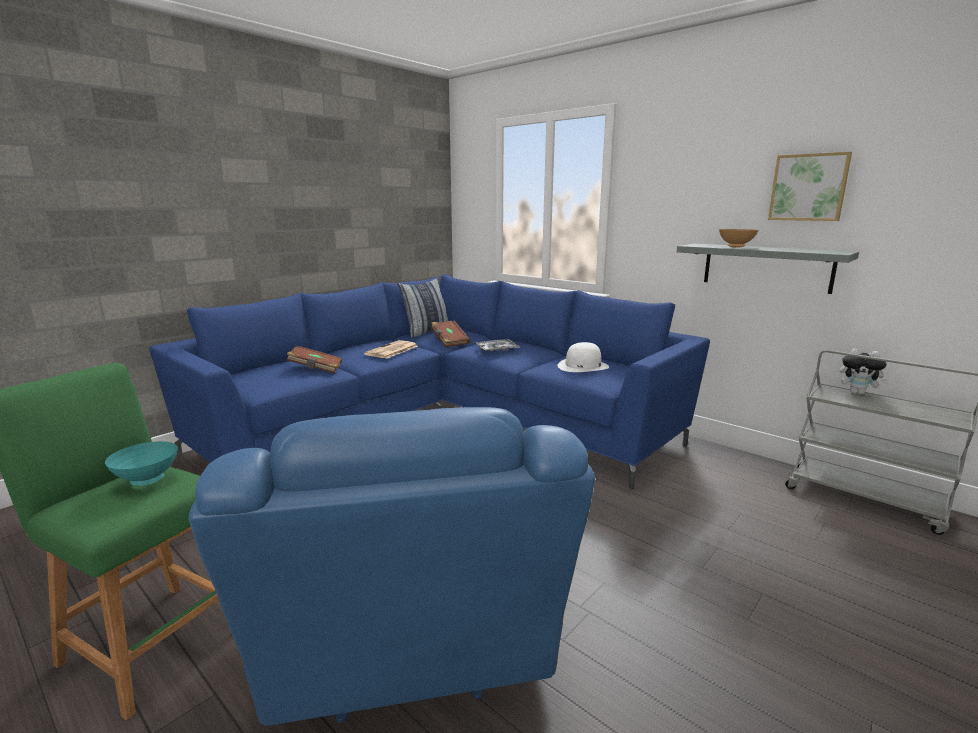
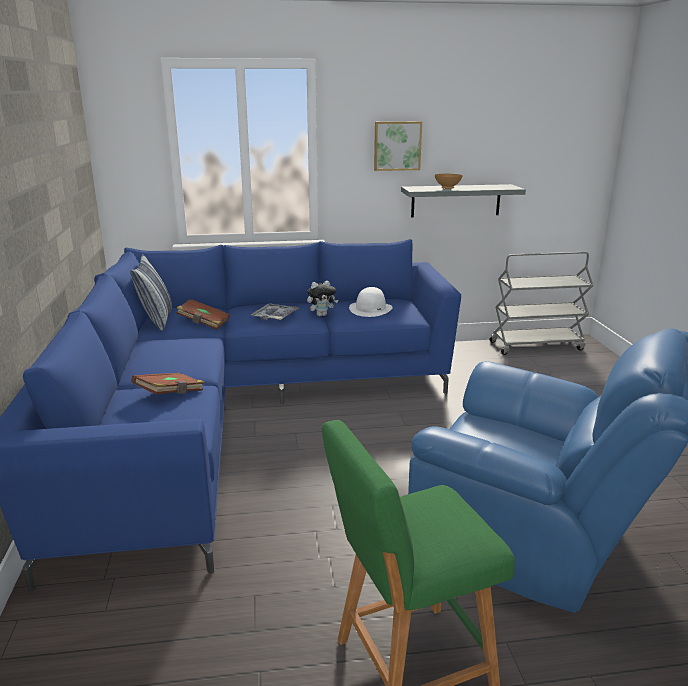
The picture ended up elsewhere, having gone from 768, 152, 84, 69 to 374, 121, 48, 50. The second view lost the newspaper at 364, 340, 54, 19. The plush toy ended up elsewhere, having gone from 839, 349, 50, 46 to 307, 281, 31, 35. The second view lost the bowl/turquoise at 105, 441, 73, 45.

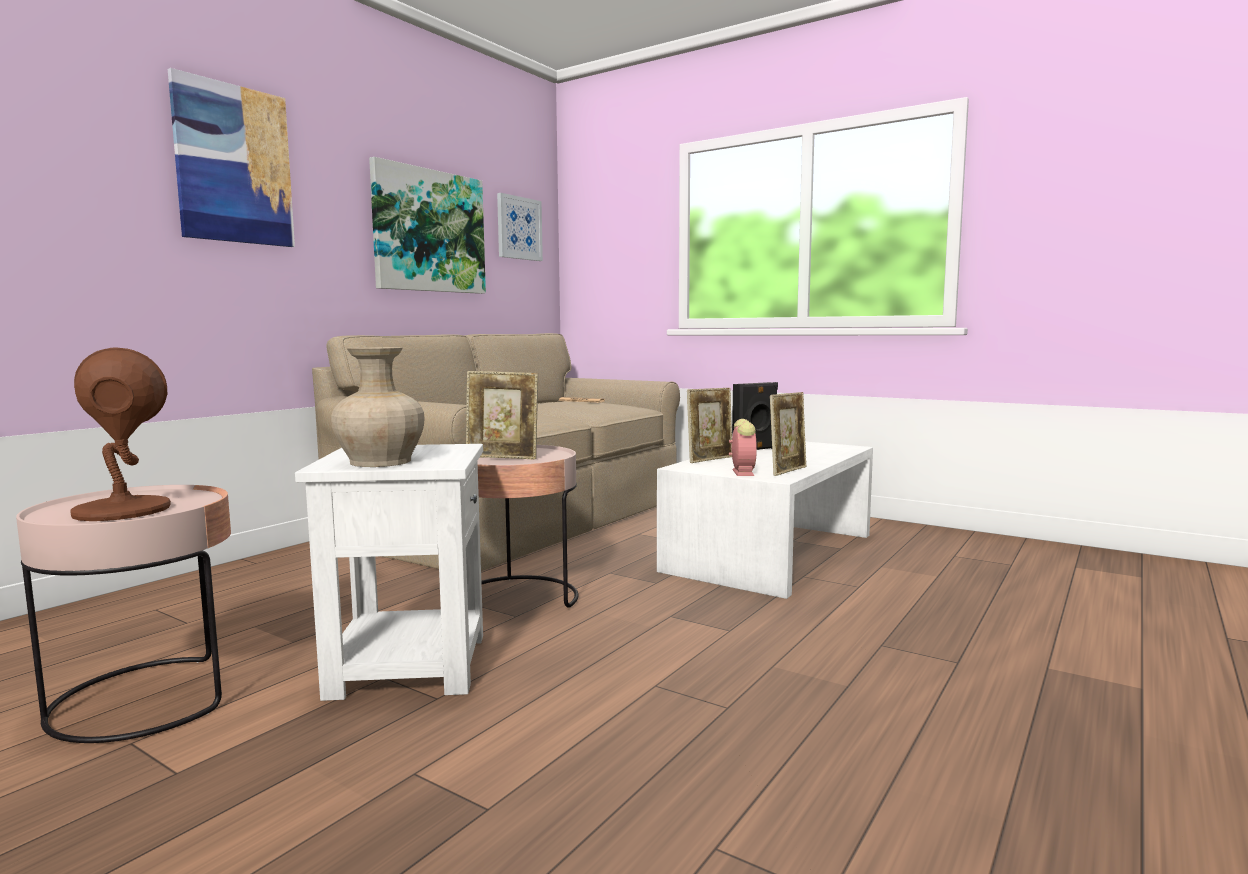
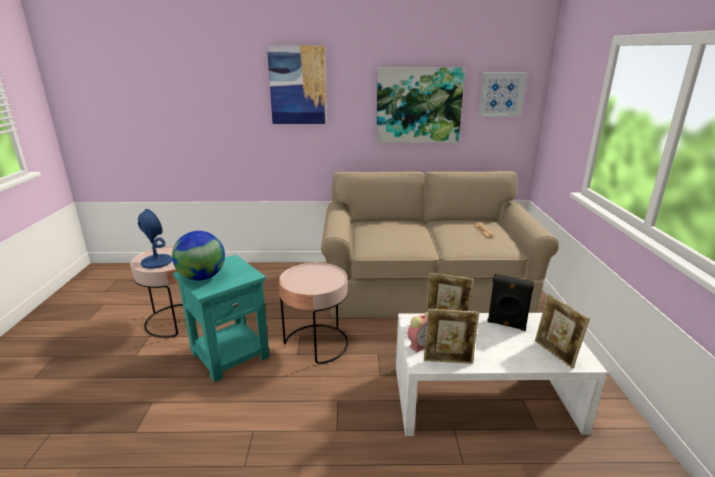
Where the vase/beige stood at 331, 347, 94, 120, the globe came to stand at 172, 231, 53, 50. What was the table lamp/brown at 70, 348, 101, 173 turned into the table lamp/blue at 138, 209, 34, 60. The picture frame ended up elsewhere, having gone from 466, 371, 72, 89 to 535, 294, 55, 75. What was the side table/white at 295, 444, 188, 257 turned into the side table/turquoise at 173, 255, 96, 127.

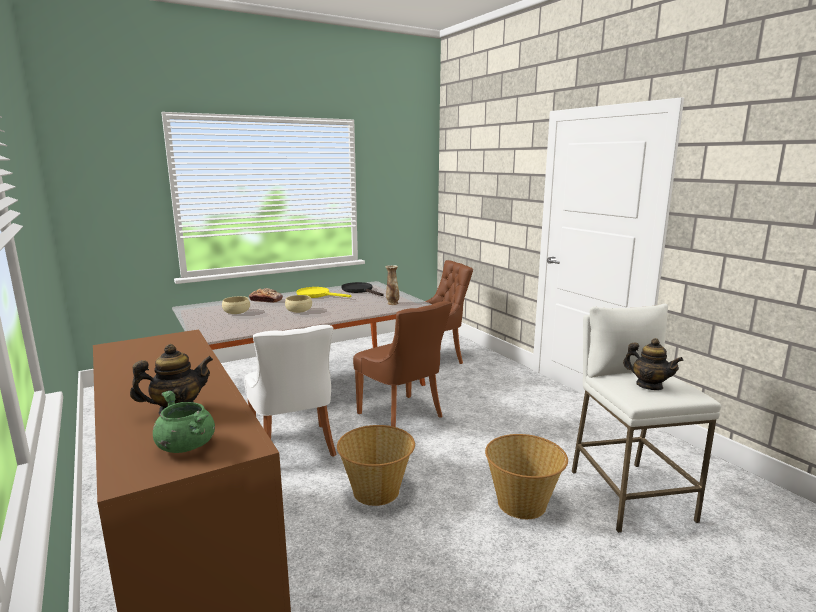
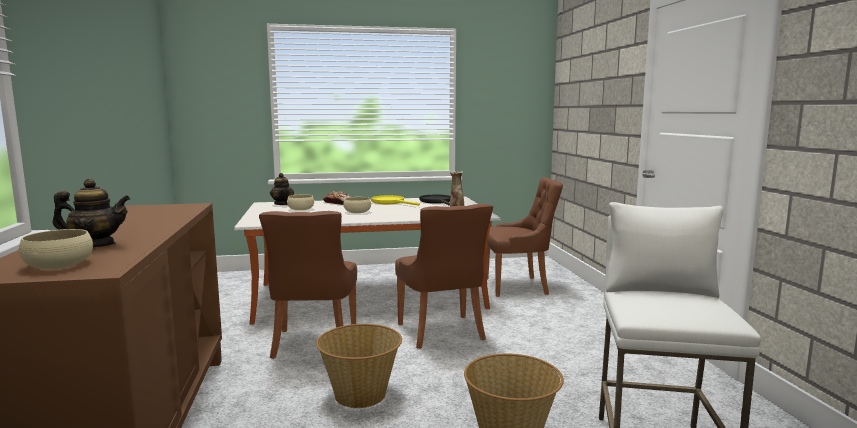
What was the chair/white at 244, 325, 92, 132 turned into the chair/brown at 259, 211, 98, 148. The teapot ended up elsewhere, having gone from 623, 338, 60, 52 to 270, 173, 24, 32. Where the cooking pot/green stood at 153, 391, 62, 62, the bowl/beige came to stand at 19, 229, 74, 40.

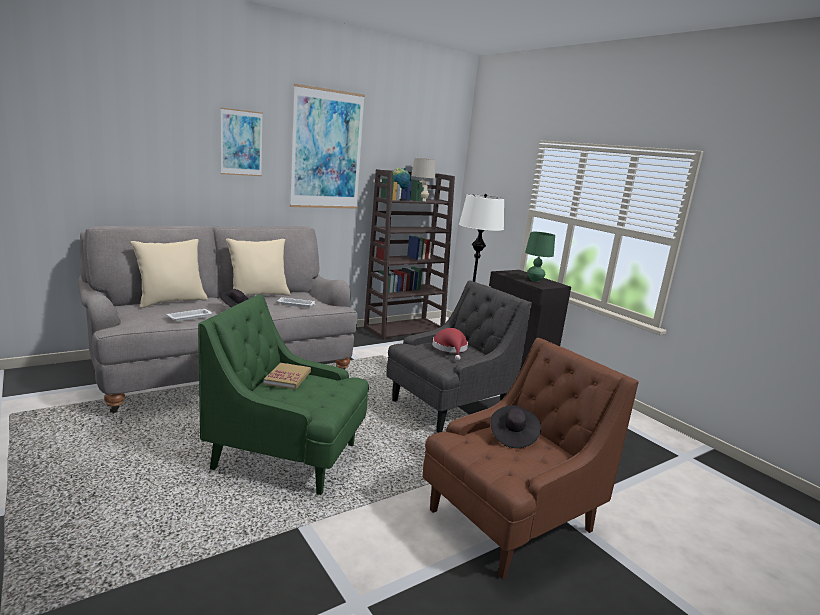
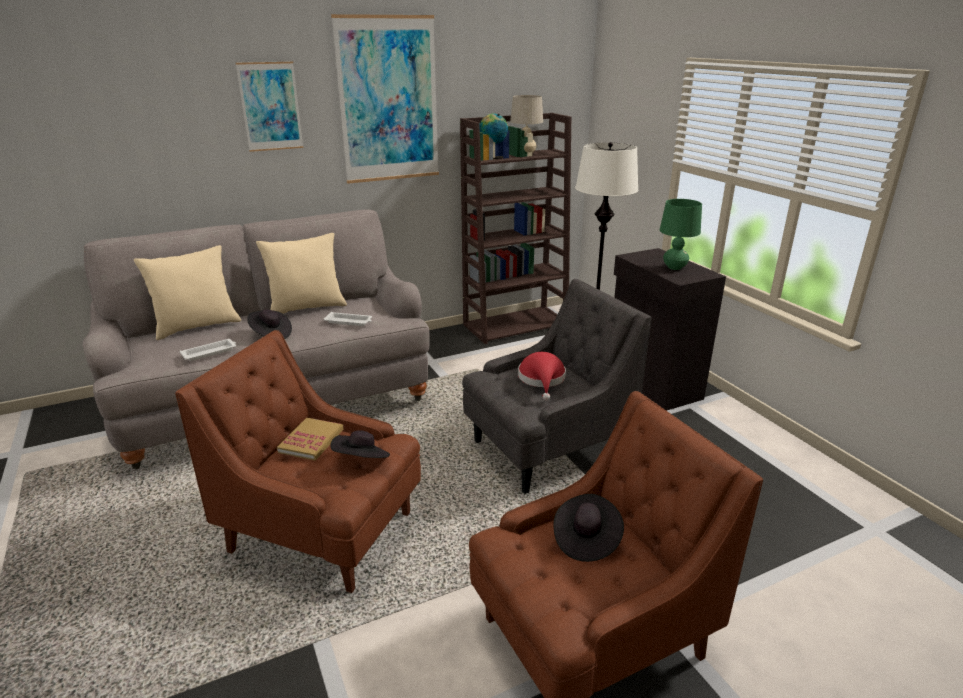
What was the armchair/green at 198, 294, 171, 201 turned into the armchair/brown at 175, 330, 246, 263. The second view gained the hat/black at 331, 430, 59, 28.

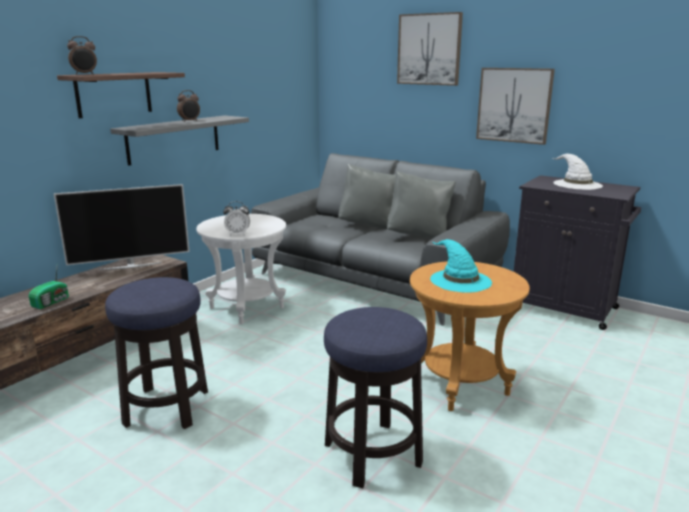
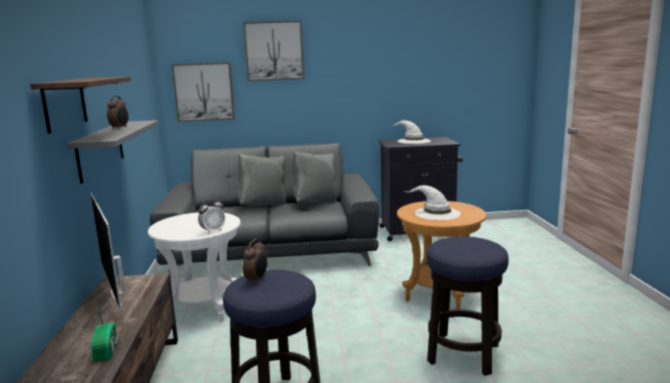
The alarm clock ended up elsewhere, having gone from 67, 36, 30, 39 to 243, 239, 24, 46. The picture ended up elsewhere, having gone from 476, 68, 79, 77 to 172, 63, 63, 59. The television at 54, 184, 136, 86 ended up facing another way, 120 degrees clockwise from before. What was the hat/turquoise at 430, 239, 62, 54 turned into the hat/white at 405, 185, 56, 35.

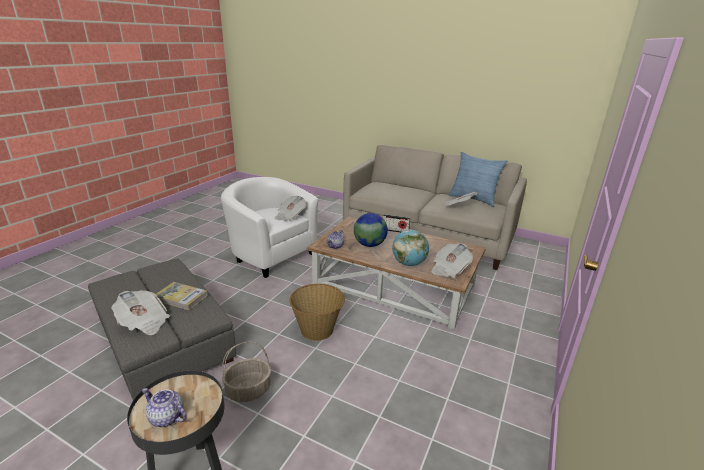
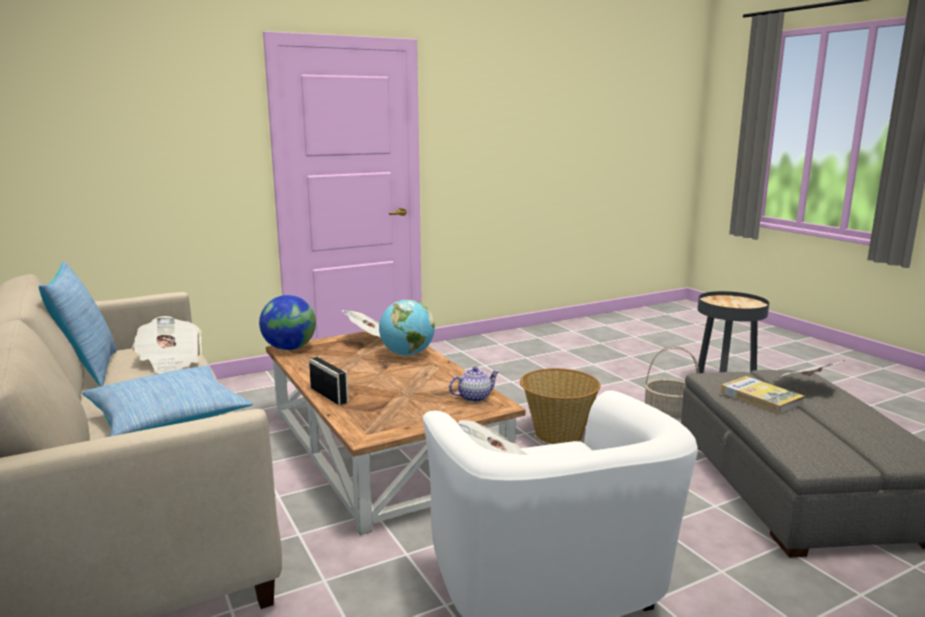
The globe ended up elsewhere, having gone from 354, 213, 34, 34 to 259, 295, 57, 55. The second view lost the teapot at 142, 388, 45, 39. The second view gained the pillow at 82, 366, 171, 71.

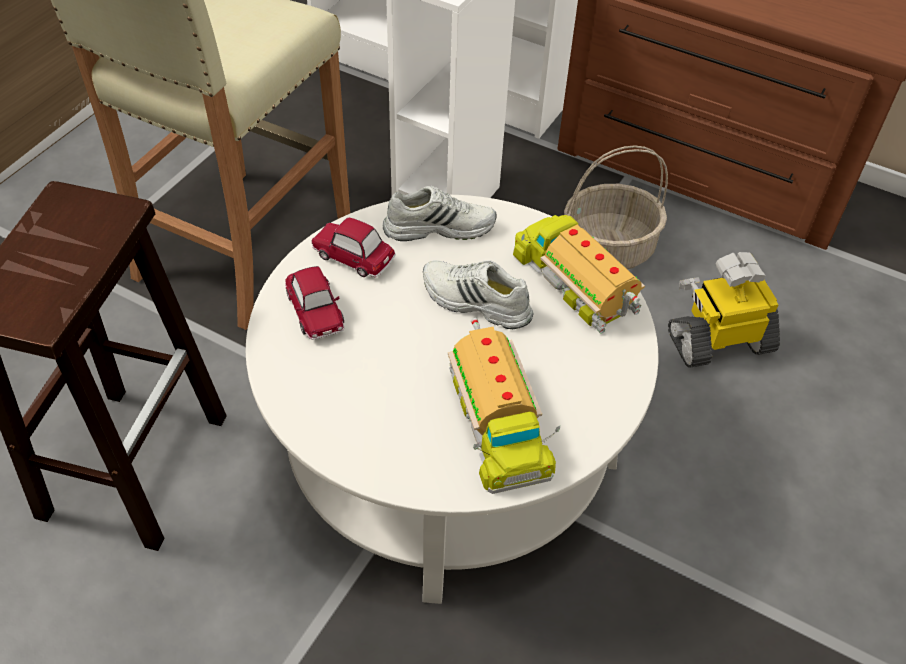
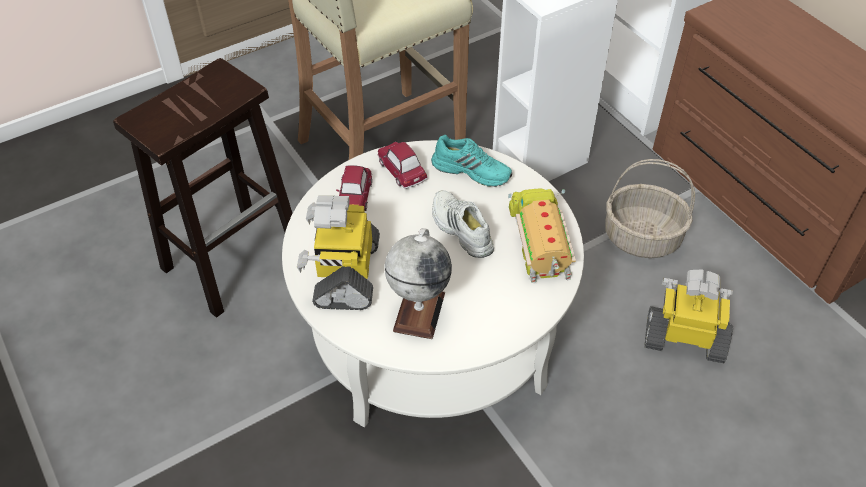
What was the shoe/white at 383, 186, 113, 55 turned into the shoe/turquoise at 431, 135, 81, 52. Where the toy truck stood at 448, 318, 112, 176, the globe came to stand at 385, 228, 67, 111. The second view gained the toy robot at 297, 195, 83, 115.

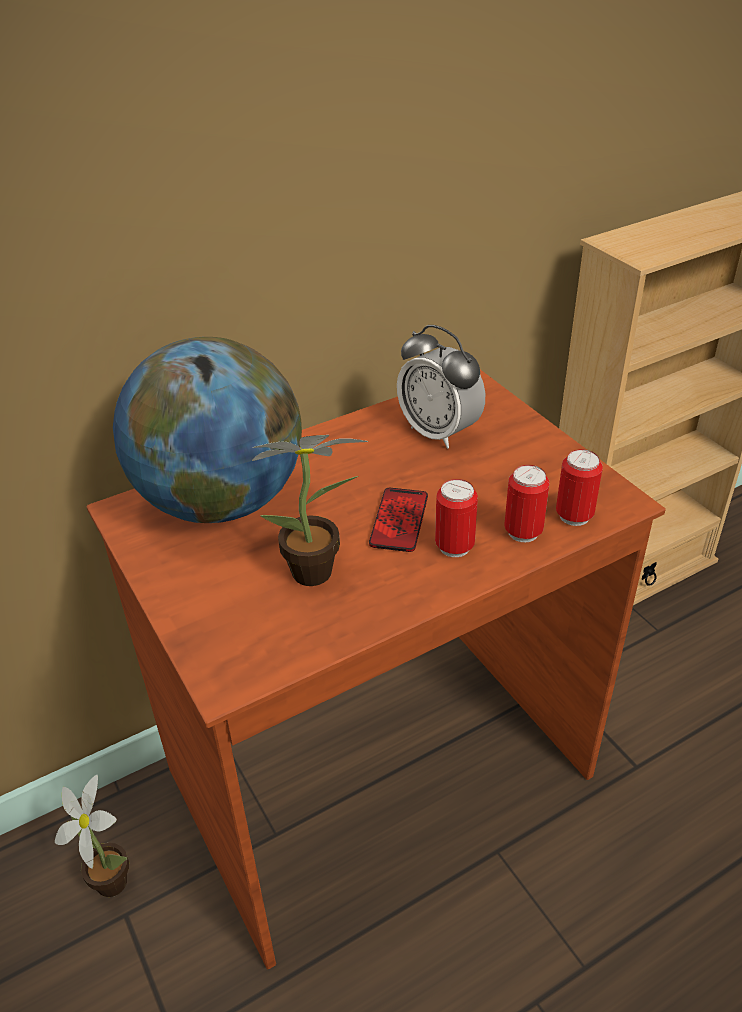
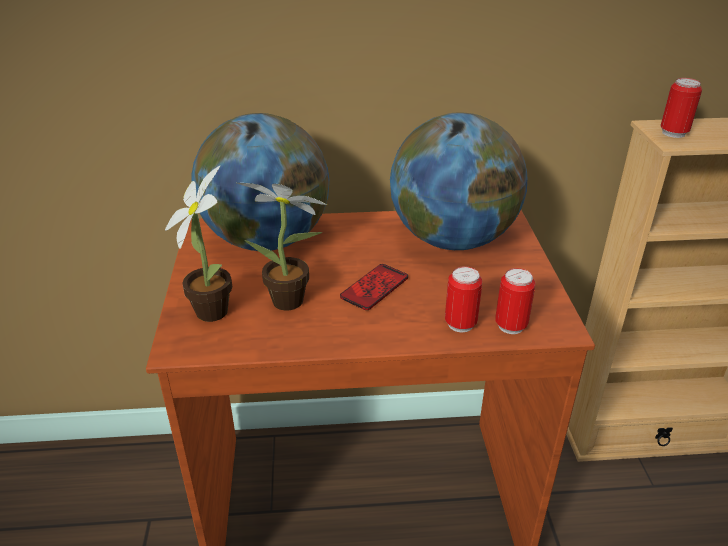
Where the alarm clock stood at 397, 325, 88, 124, the globe came to stand at 390, 113, 137, 137. The can ended up elsewhere, having gone from 435, 479, 43, 78 to 661, 78, 41, 60. The potted plant ended up elsewhere, having gone from 55, 775, 74, 122 to 165, 165, 67, 157.

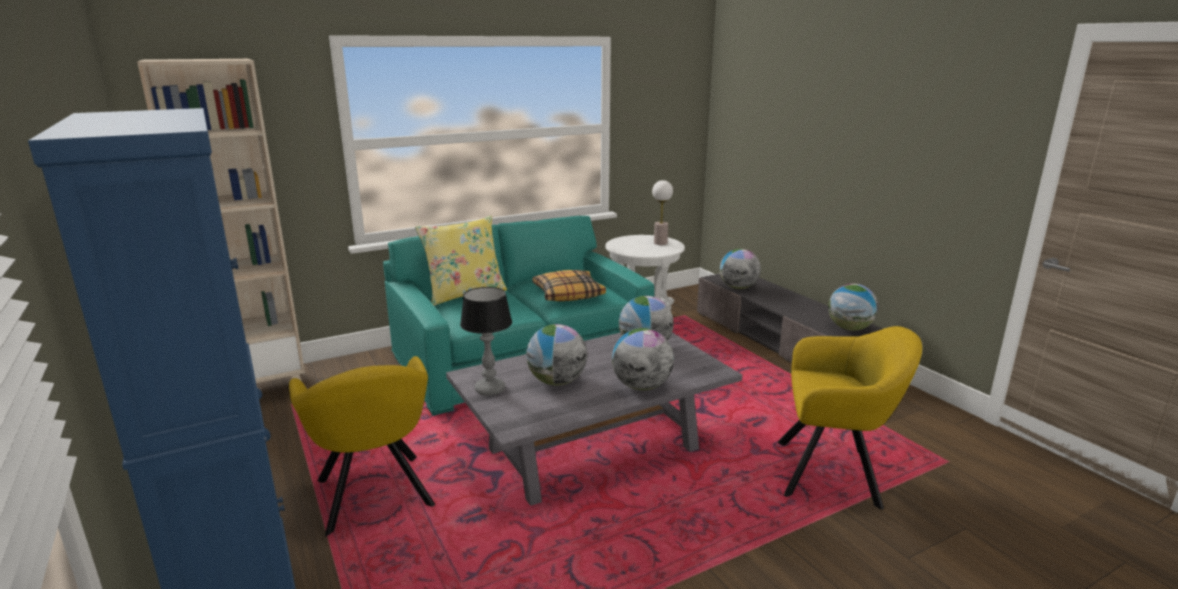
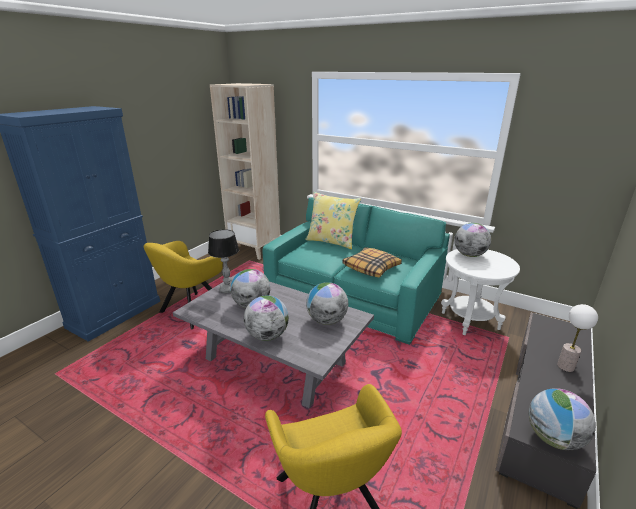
The table lamp ended up elsewhere, having gone from 652, 180, 21, 65 to 557, 304, 41, 68. The globe ended up elsewhere, having gone from 720, 249, 41, 40 to 454, 223, 37, 34.

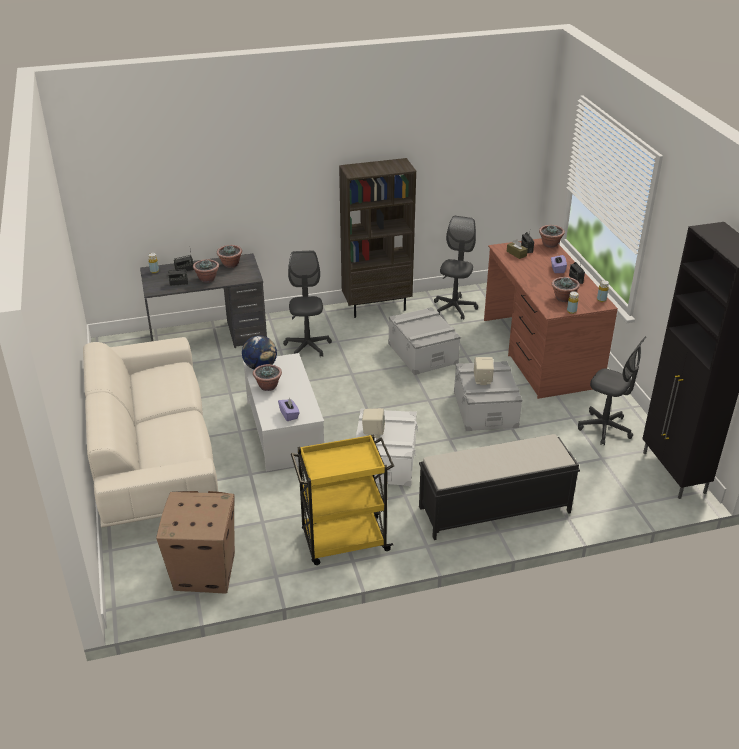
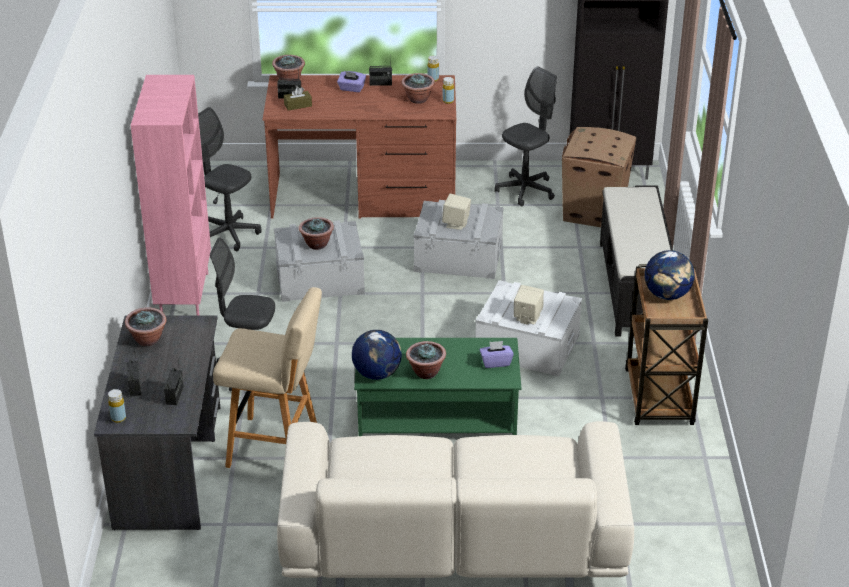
What was the bookcase/brown at 339, 158, 77, 160 turned into the bookcase/pink at 130, 75, 81, 241. The potted plant ended up elsewhere, having gone from 193, 259, 26, 24 to 299, 217, 35, 33. What was the coffee table/white at 243, 353, 81, 119 turned into the coffee table/green at 354, 338, 167, 98. What was the cart/yellow at 291, 434, 103, 131 turned into the cart/brown at 625, 264, 83, 161. The cardboard box ended up elsewhere, having gone from 156, 491, 79, 103 to 562, 127, 74, 100. The second view gained the globe at 644, 250, 51, 50. The second view gained the stool/beige at 213, 287, 109, 181.

